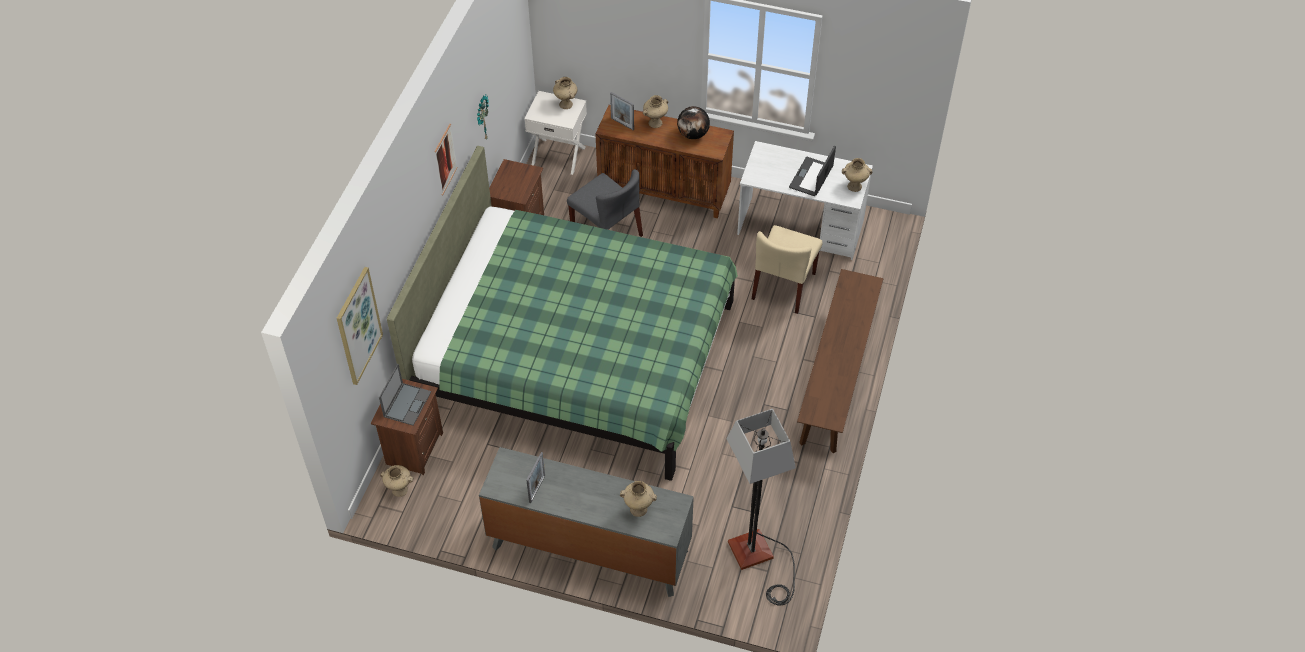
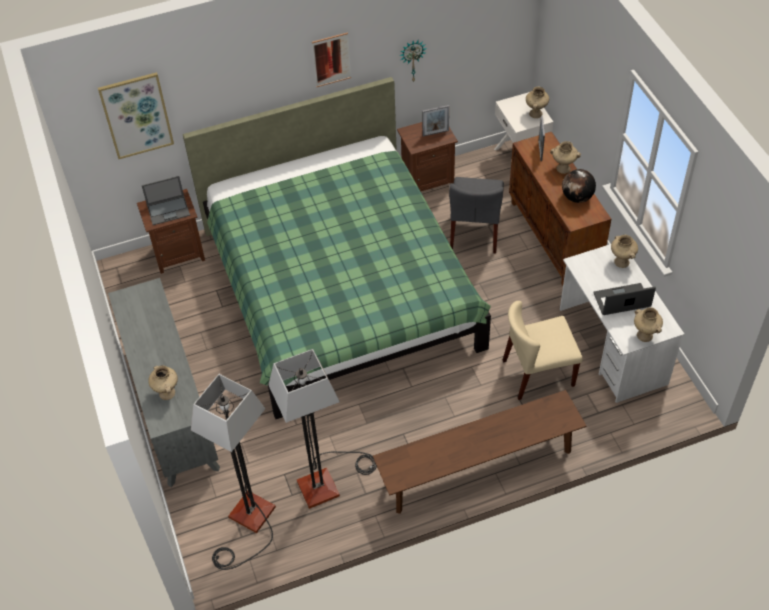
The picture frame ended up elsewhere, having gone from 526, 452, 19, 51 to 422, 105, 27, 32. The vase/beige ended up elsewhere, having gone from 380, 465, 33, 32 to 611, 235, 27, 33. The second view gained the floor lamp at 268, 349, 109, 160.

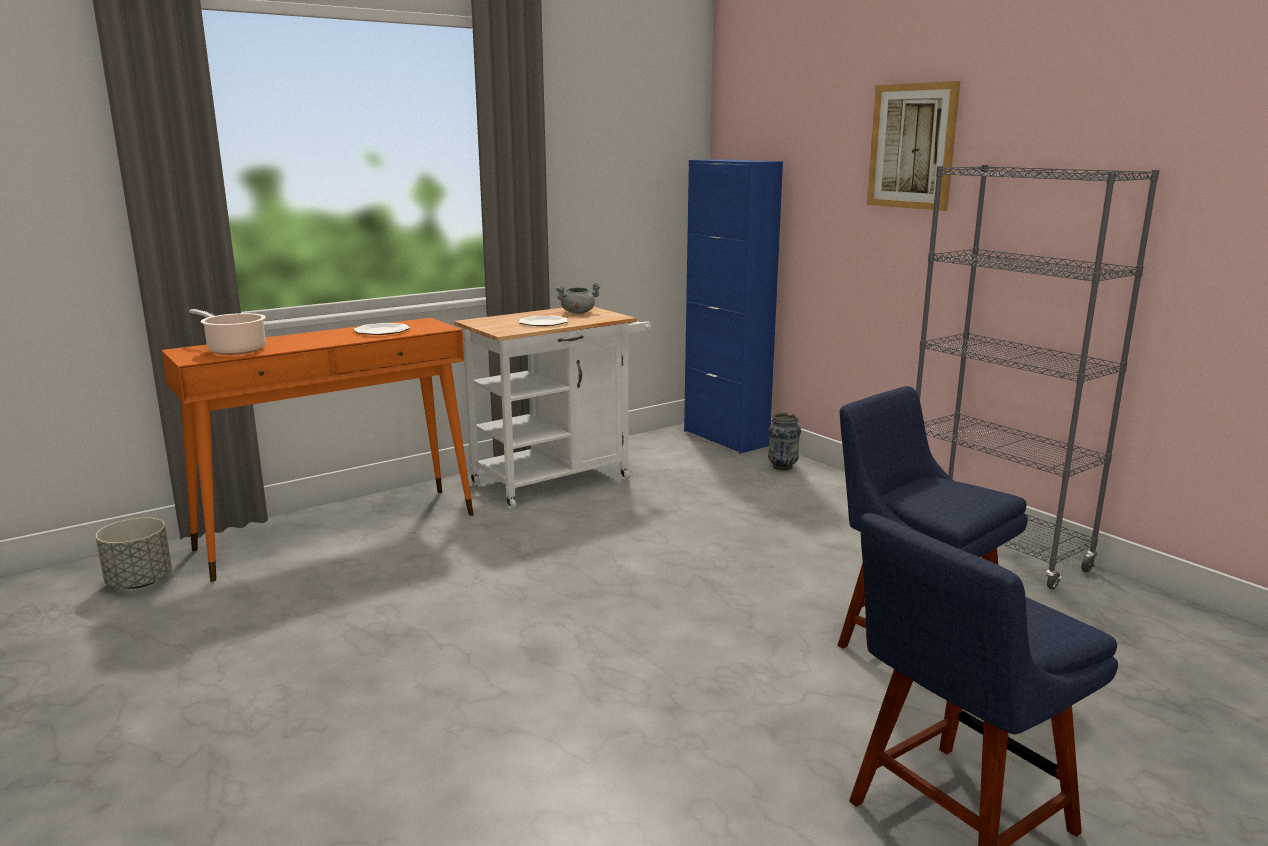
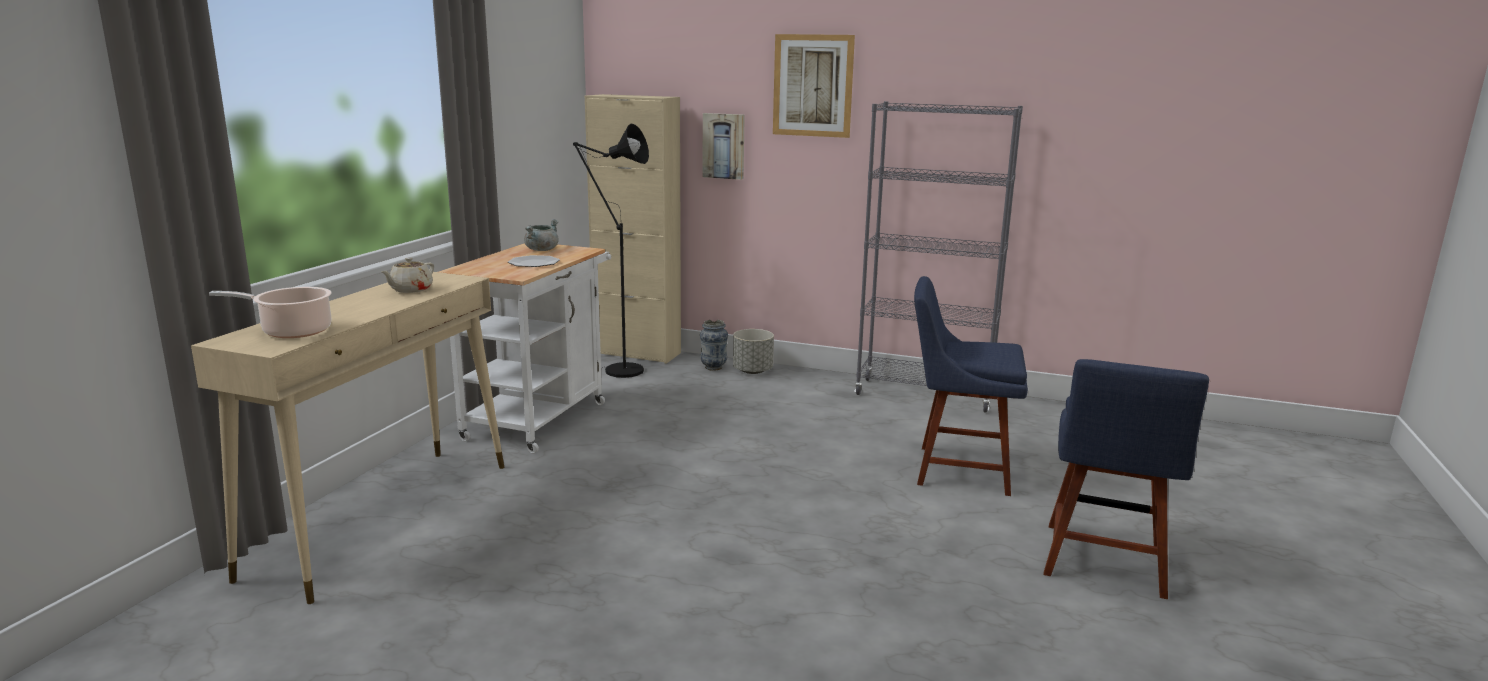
What was the cabinet/blue at 684, 159, 99, 295 turned into the cabinet/beige at 585, 94, 96, 270. What was the console table/orange at 161, 318, 313, 264 turned into the console table/beige at 191, 272, 313, 332. Where the plate stood at 353, 323, 57, 12, the teapot/beige came to stand at 381, 258, 53, 35. The planter/grey ended up elsewhere, having gone from 95, 517, 77, 72 to 733, 329, 41, 45. The second view gained the picture at 703, 113, 42, 67. The second view gained the floor lamp/black at 573, 124, 76, 254.

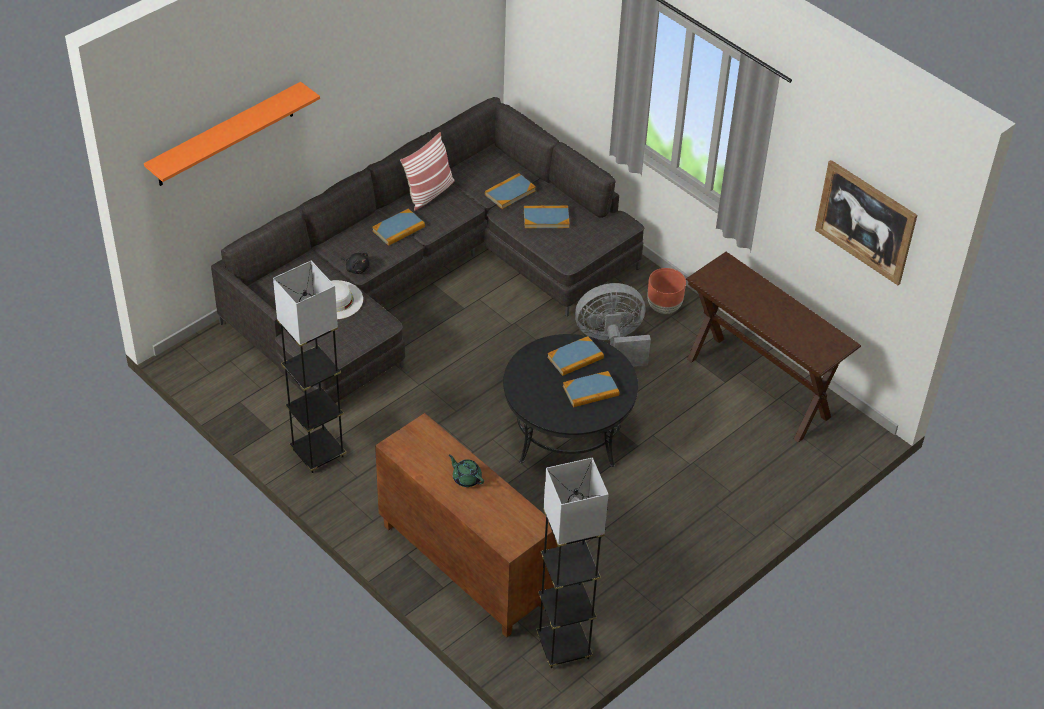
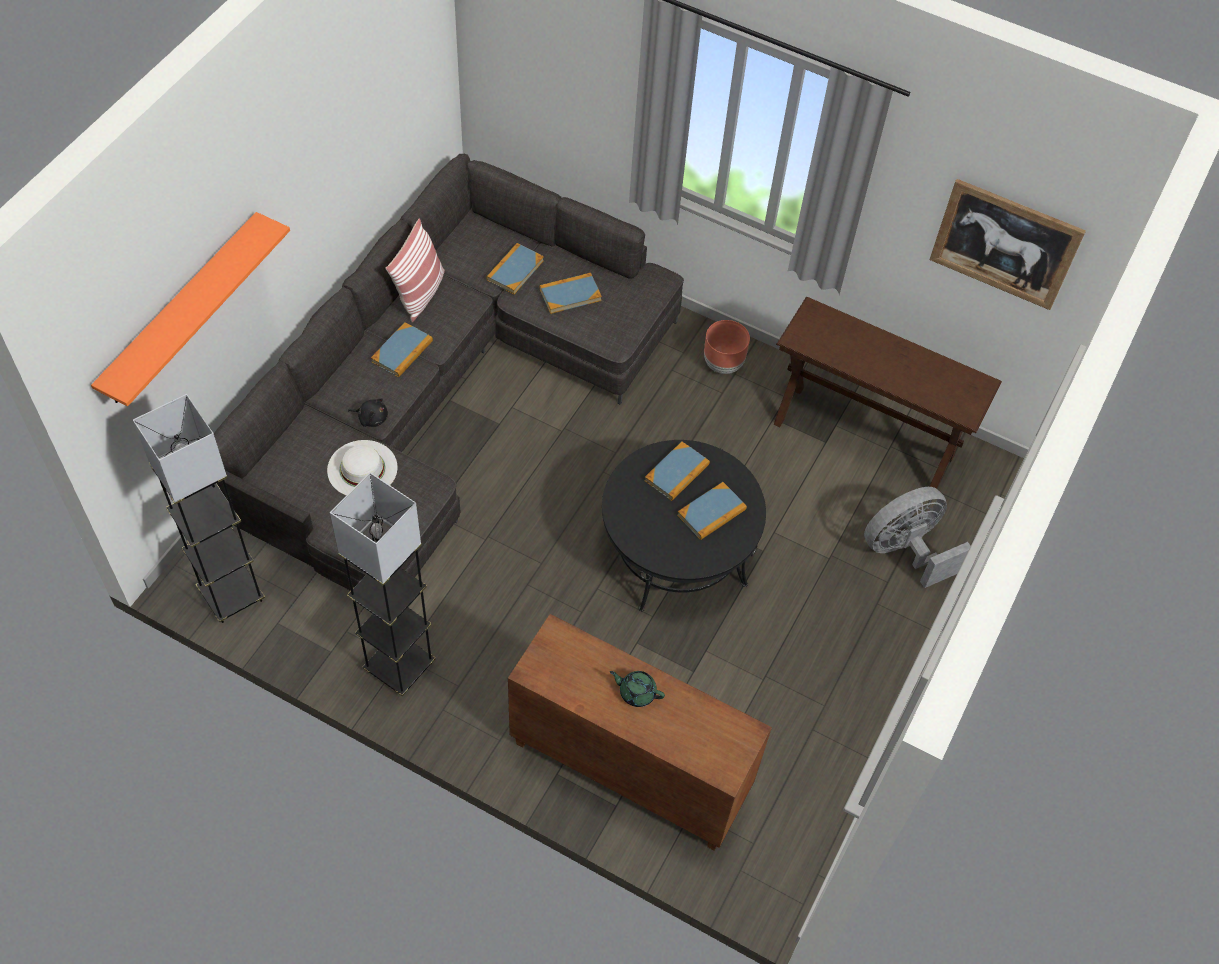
The fan/grey ended up elsewhere, having gone from 575, 283, 76, 84 to 864, 487, 106, 101. The floor lamp/grey ended up elsewhere, having gone from 536, 458, 73, 210 to 133, 394, 132, 229.

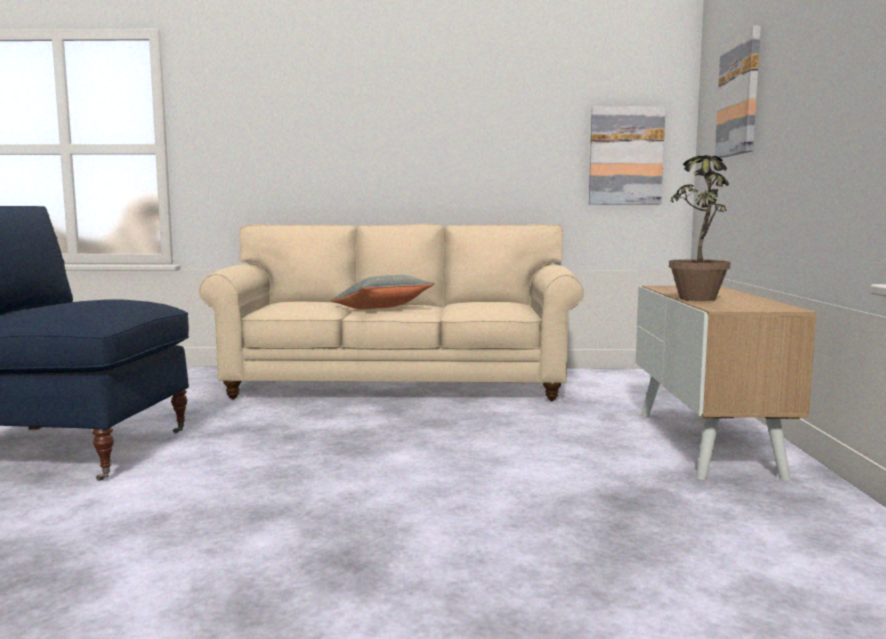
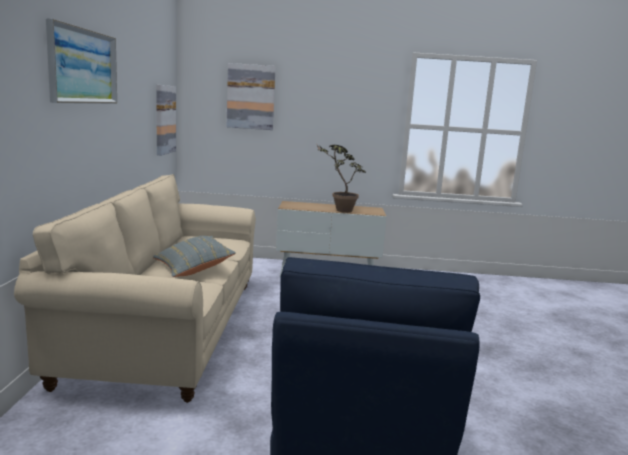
The second view gained the picture at 46, 18, 71, 86.

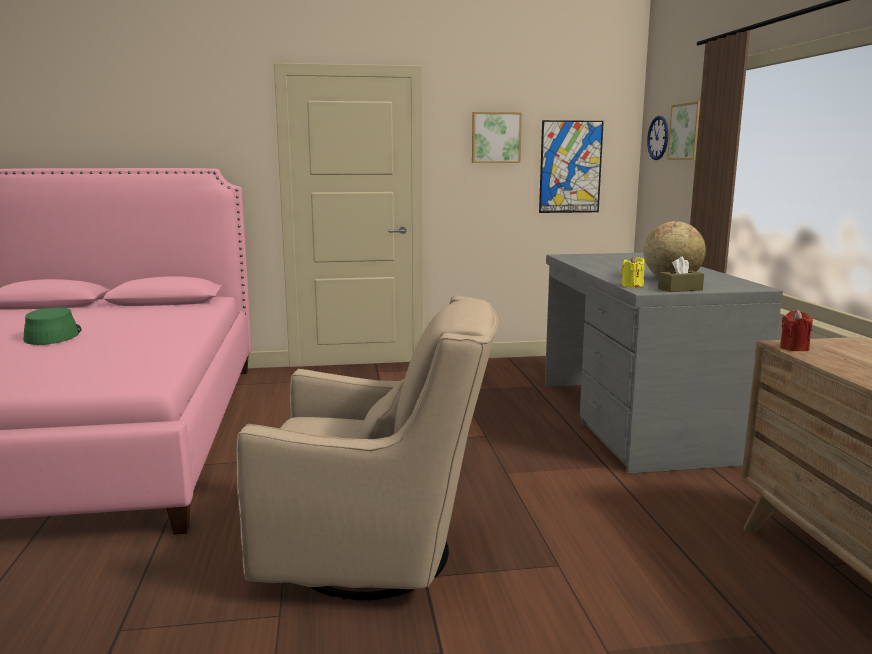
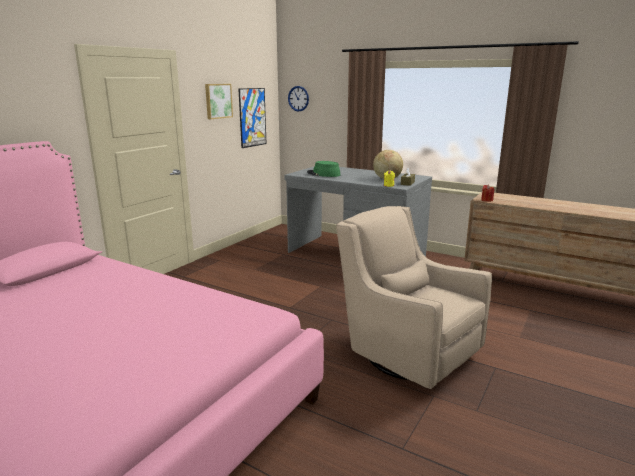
The second view lost the picture at 667, 101, 33, 59. The armchair/beige at 236, 295, 262, 305 ended up facing another way, 90 degrees counterclockwise from before. The hat/green ended up elsewhere, having gone from 24, 307, 58, 38 to 307, 161, 34, 16.

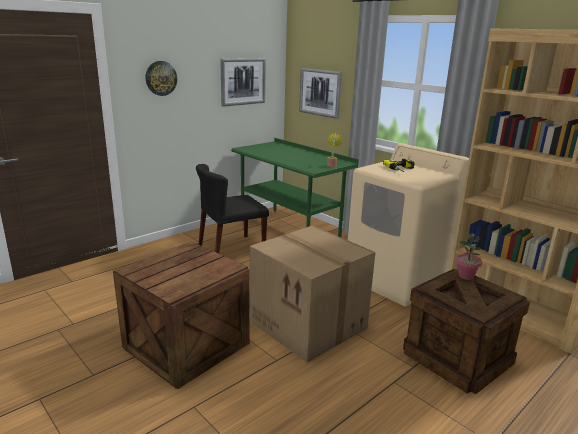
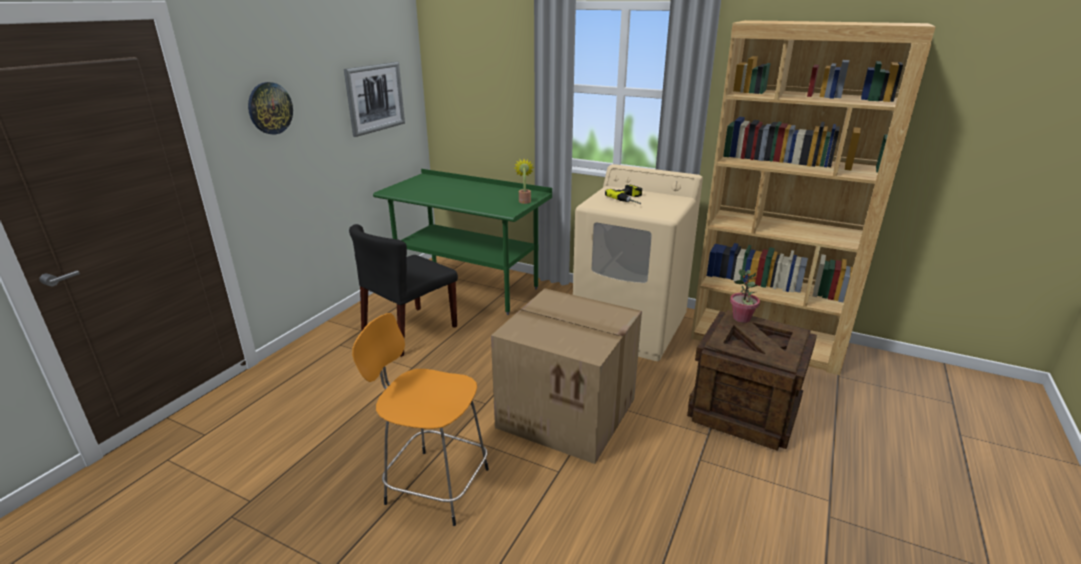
The second view lost the picture at 299, 68, 43, 51. Where the crate stood at 113, 241, 136, 148, the stool/orange came to stand at 352, 313, 137, 213.

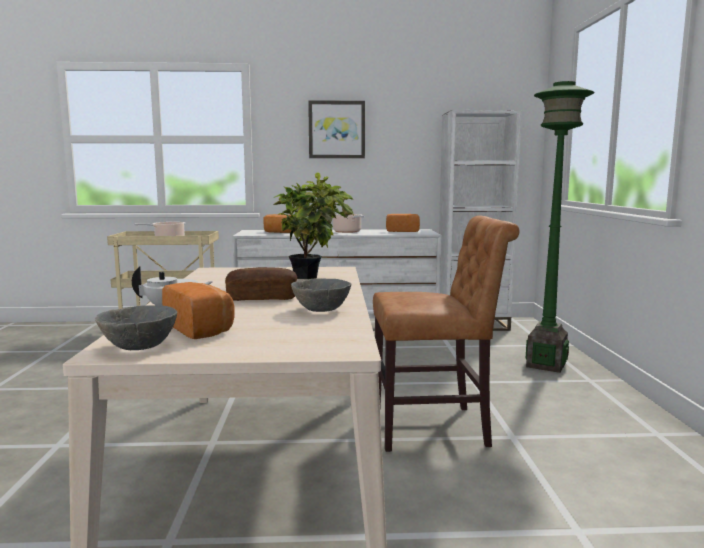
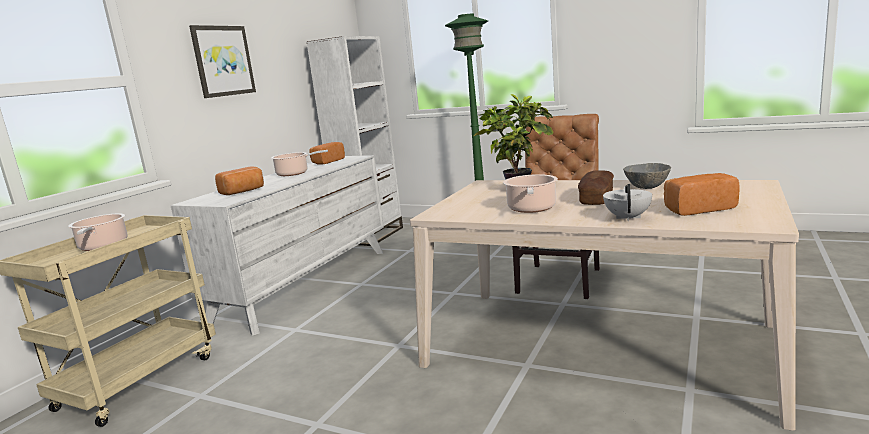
The second view lost the bowl/grey at 95, 305, 82, 45. The second view gained the cooking pot at 503, 174, 55, 39.

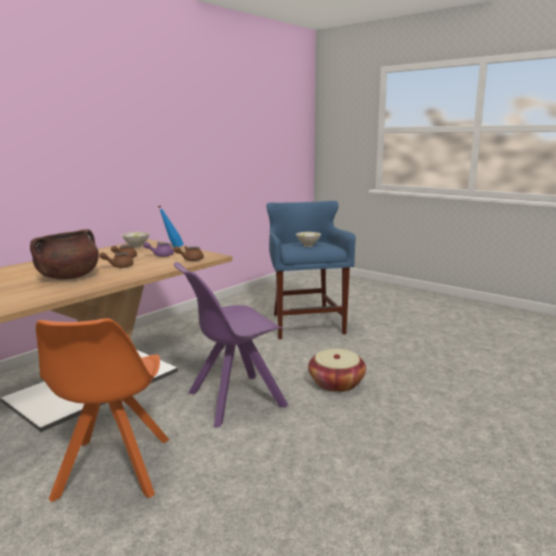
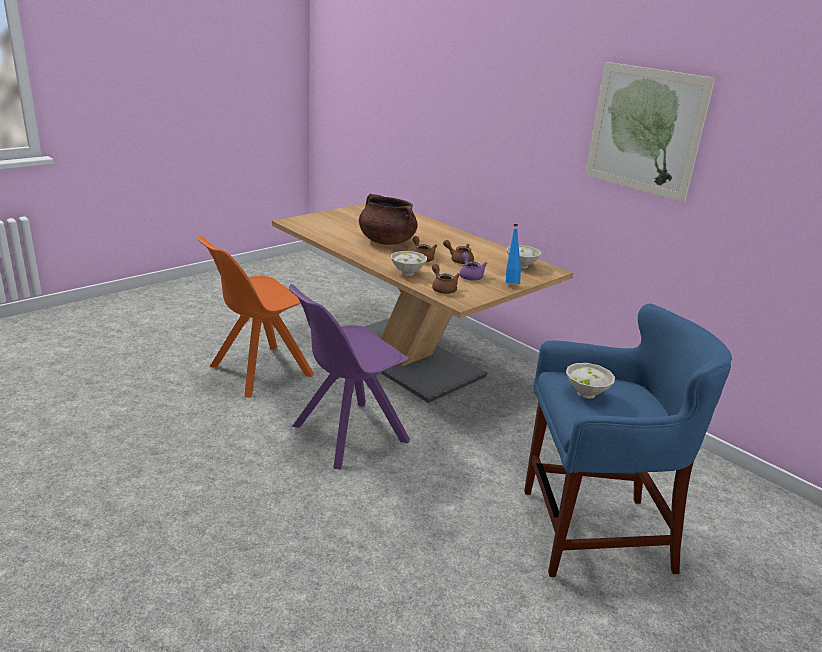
The chair/purple at 174, 262, 114, 165 ended up facing another way, 105 degrees counterclockwise from before. The chair/orange at 36, 318, 133, 184 ended up facing another way, 45 degrees counterclockwise from before. The second view lost the basket at 308, 349, 58, 43. The second view gained the picture at 585, 62, 130, 140. The second view gained the bowl/white at 391, 251, 36, 25.

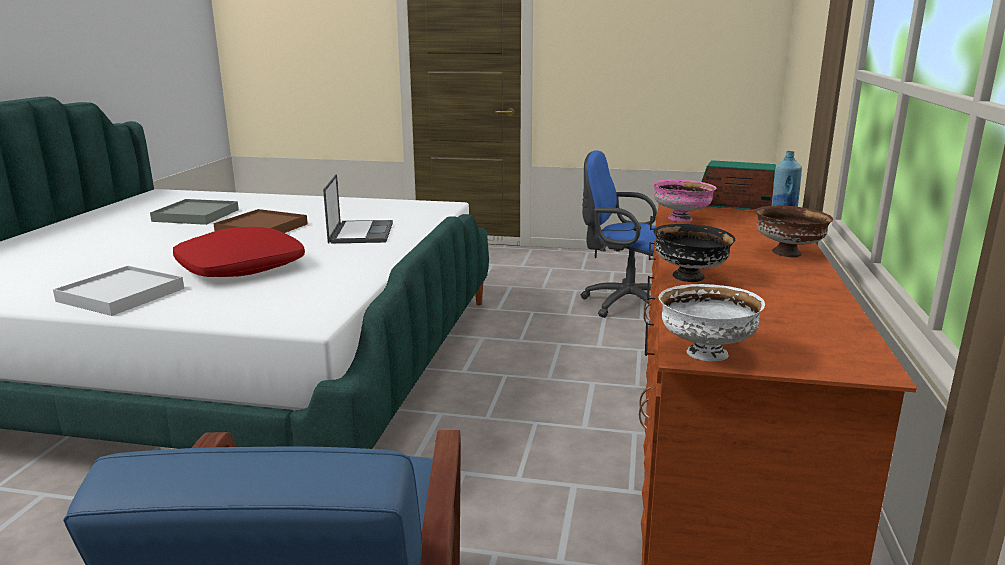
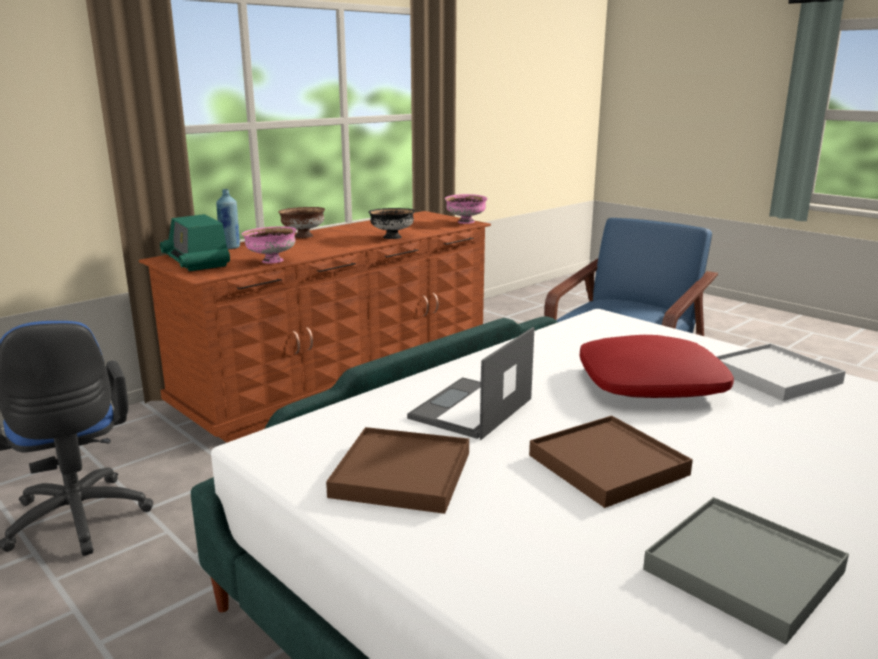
What was the bowl/white at 658, 284, 107, 77 turned into the bowl/pink at 445, 194, 43, 30. The second view gained the tray/brown at 326, 427, 143, 87.

